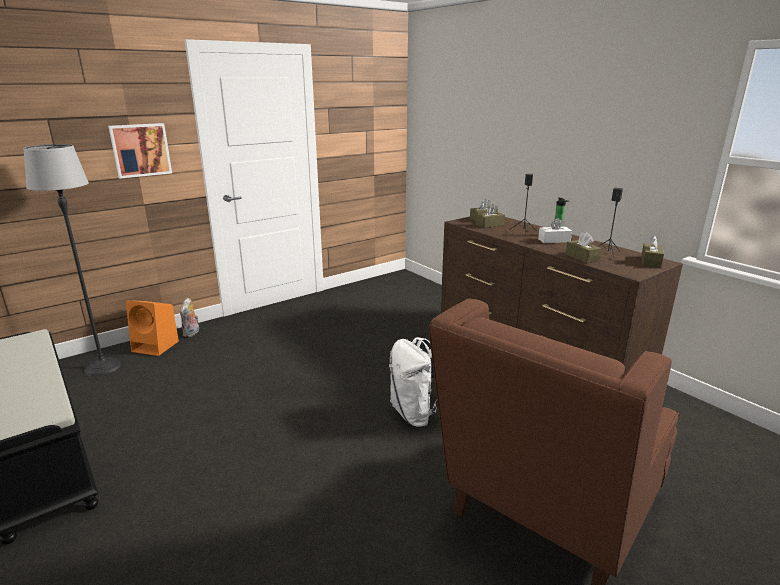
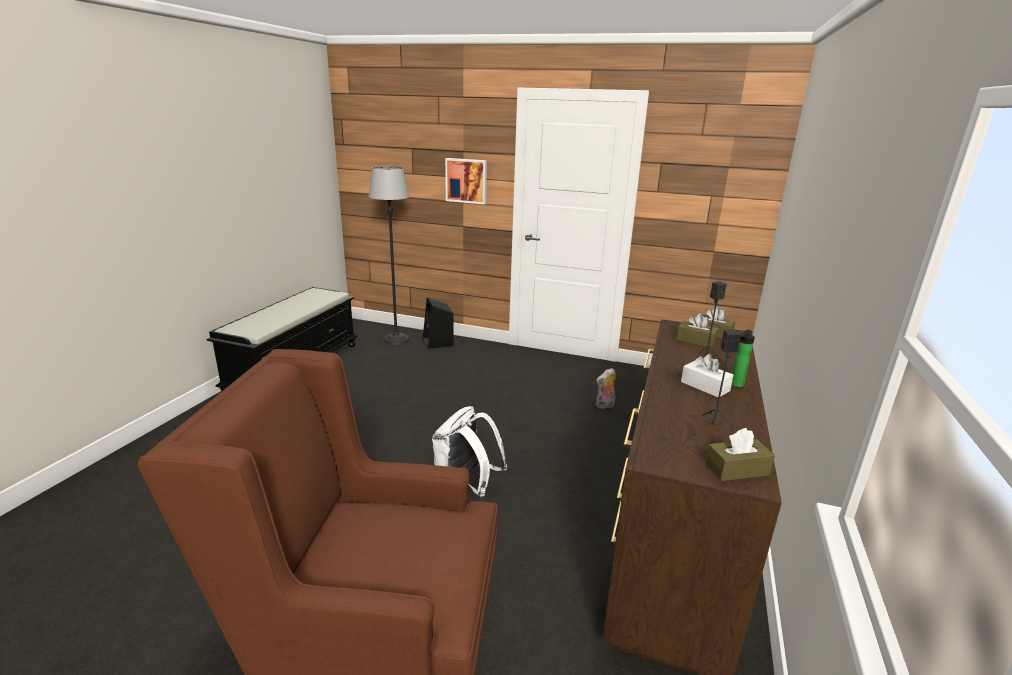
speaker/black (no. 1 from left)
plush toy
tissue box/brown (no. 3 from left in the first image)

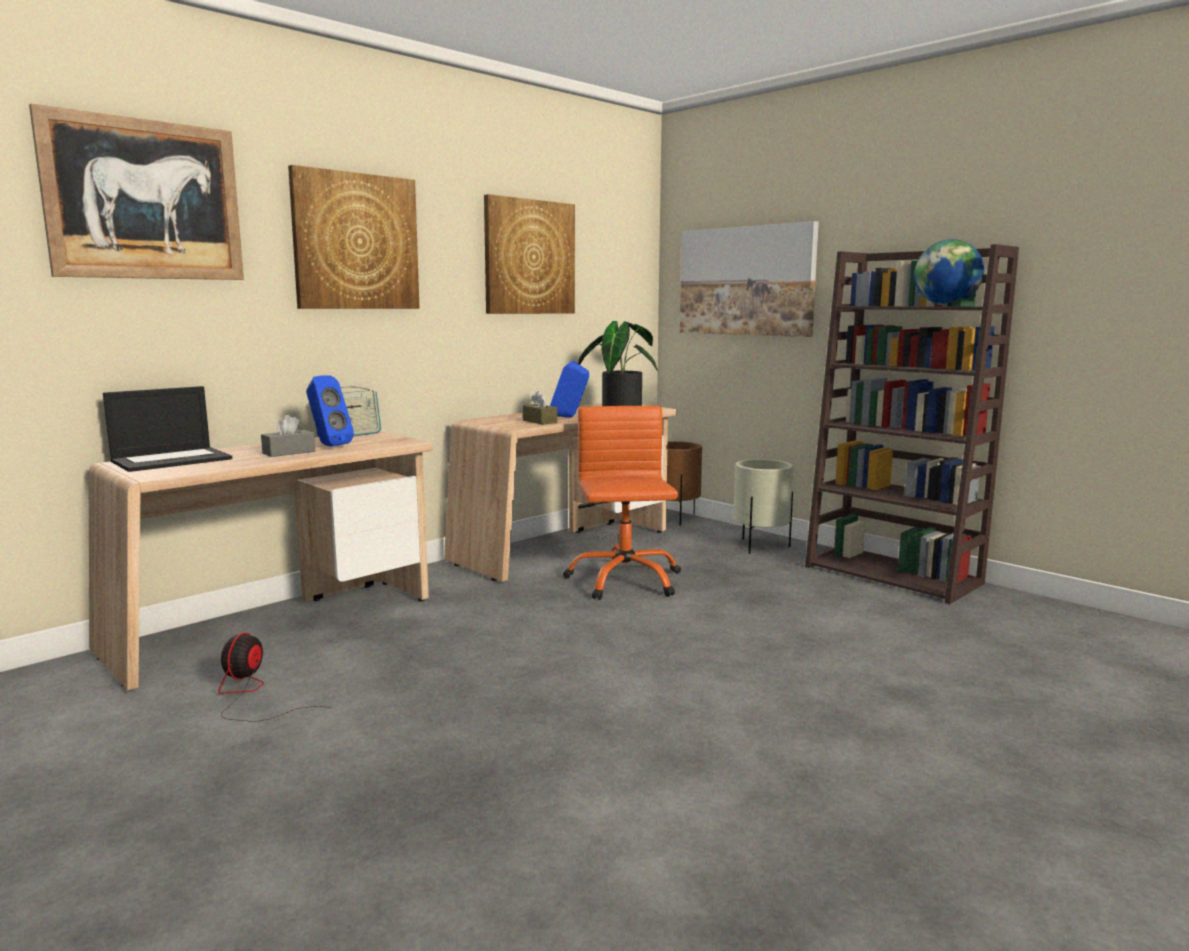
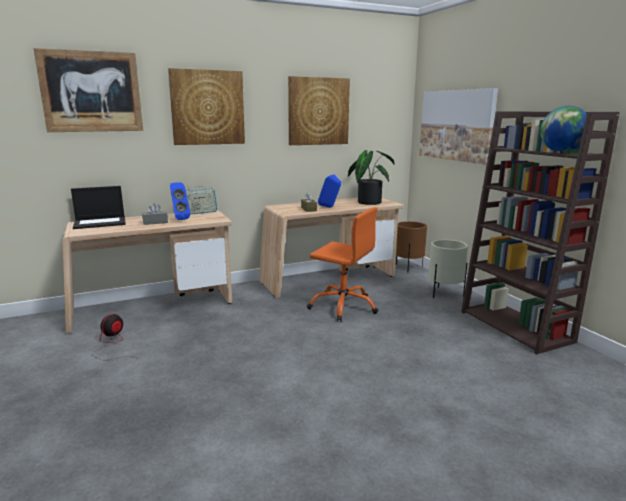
office chair/orange

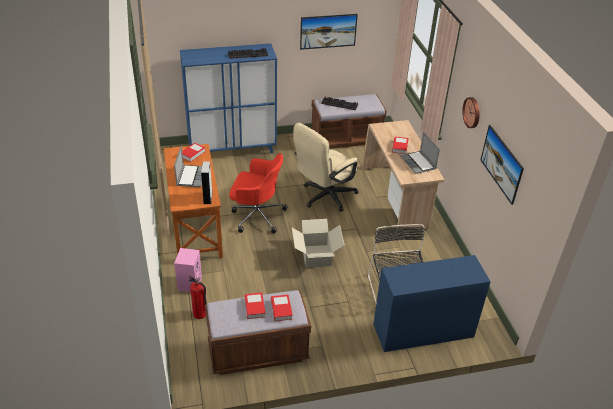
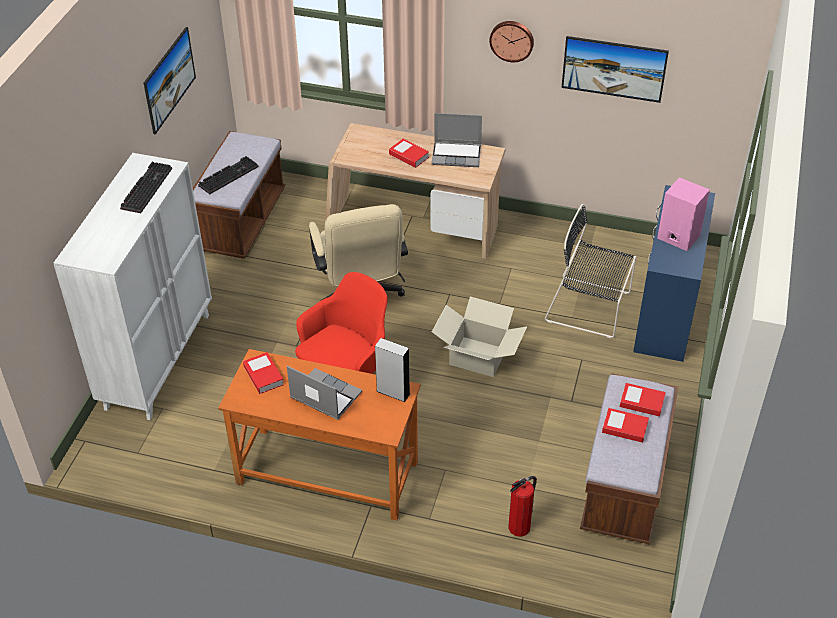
cabinet/white
speaker/pink

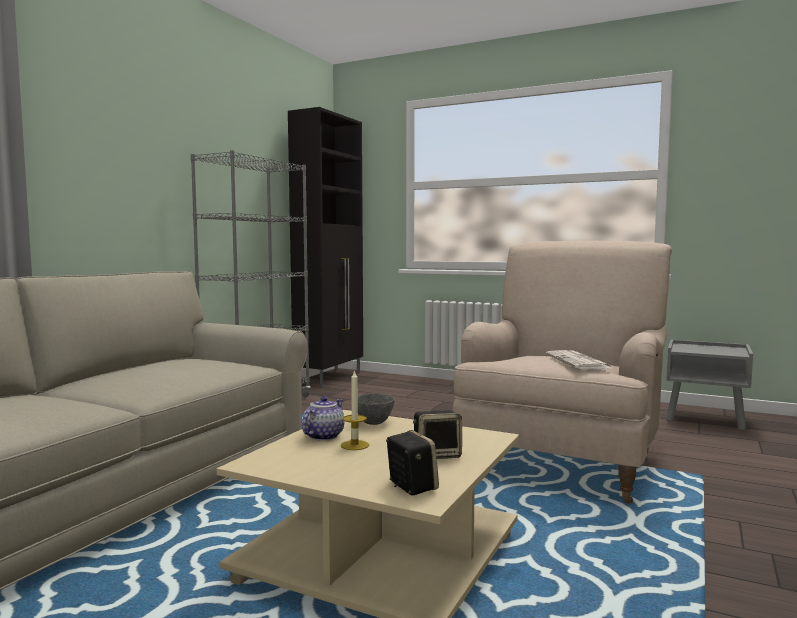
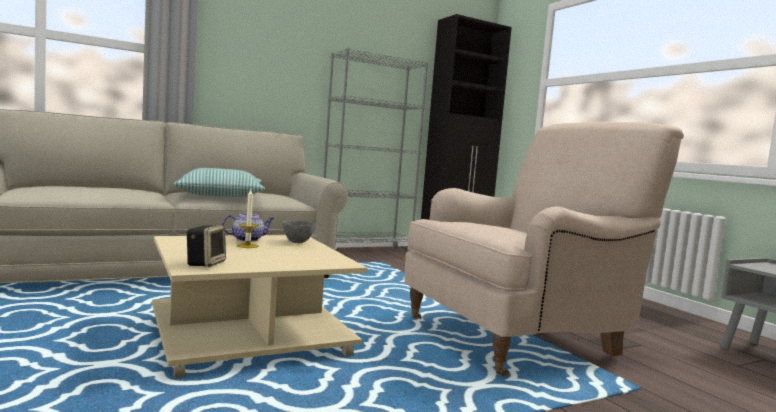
pillow
speaker (no. 2 from left in the first image)
newspaper

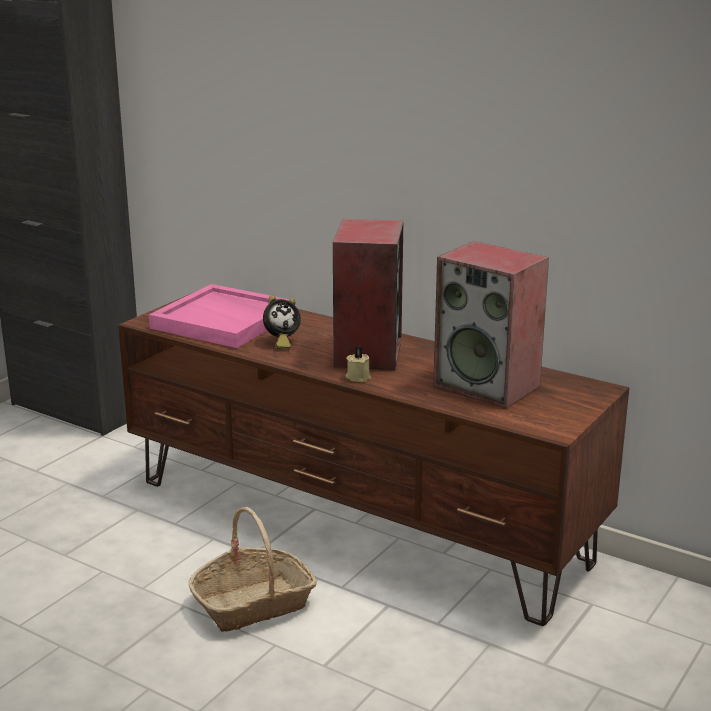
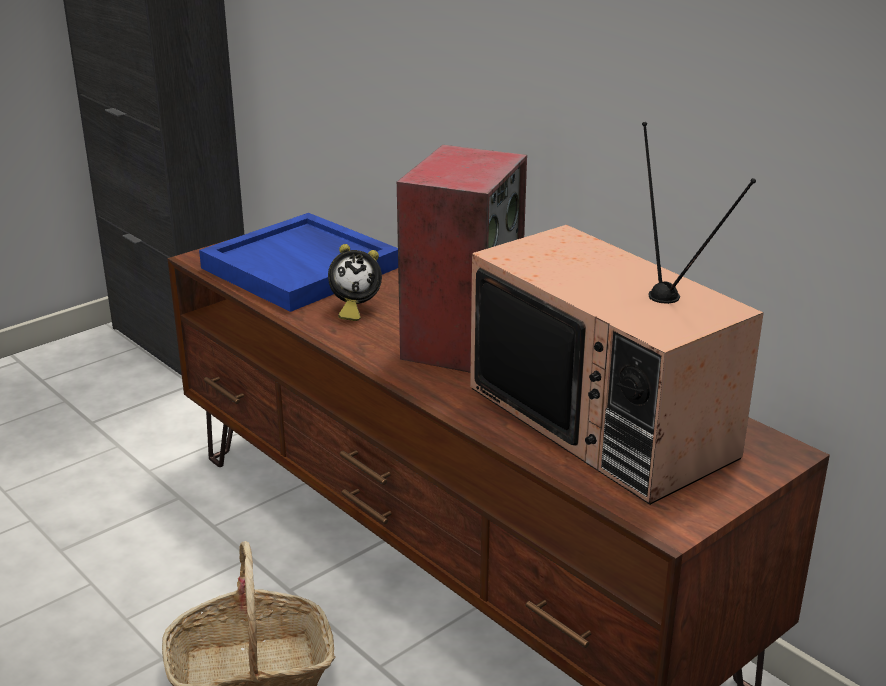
tray/blue
television
candle/beige

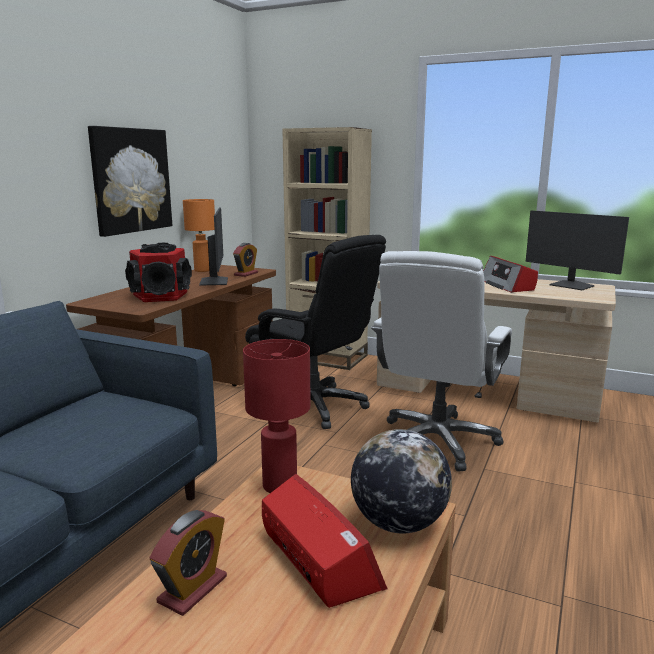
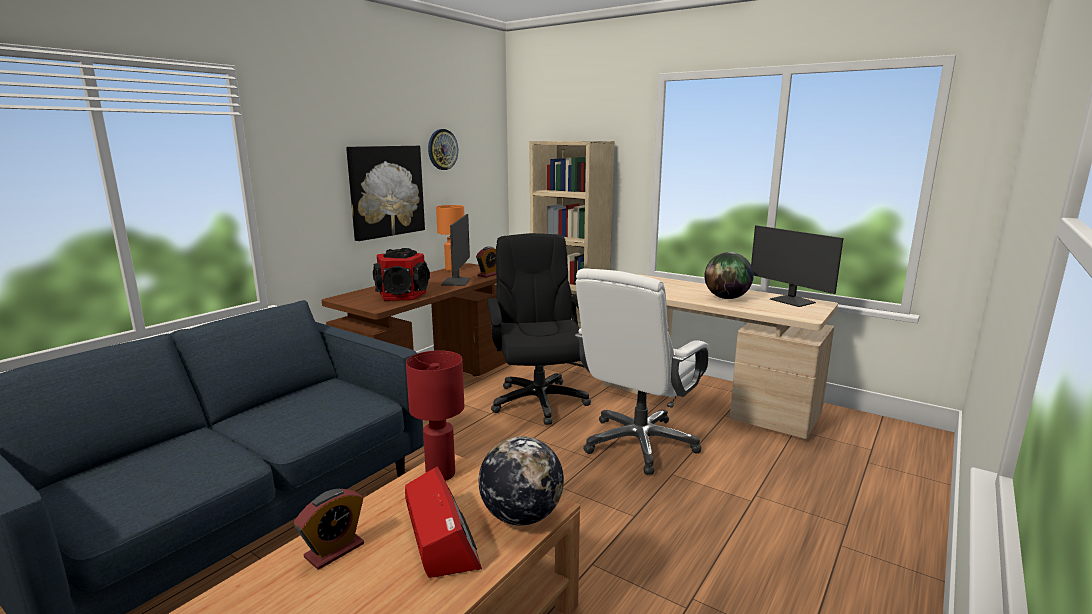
wall clock
office chair/black
globe (no. 2 from left)

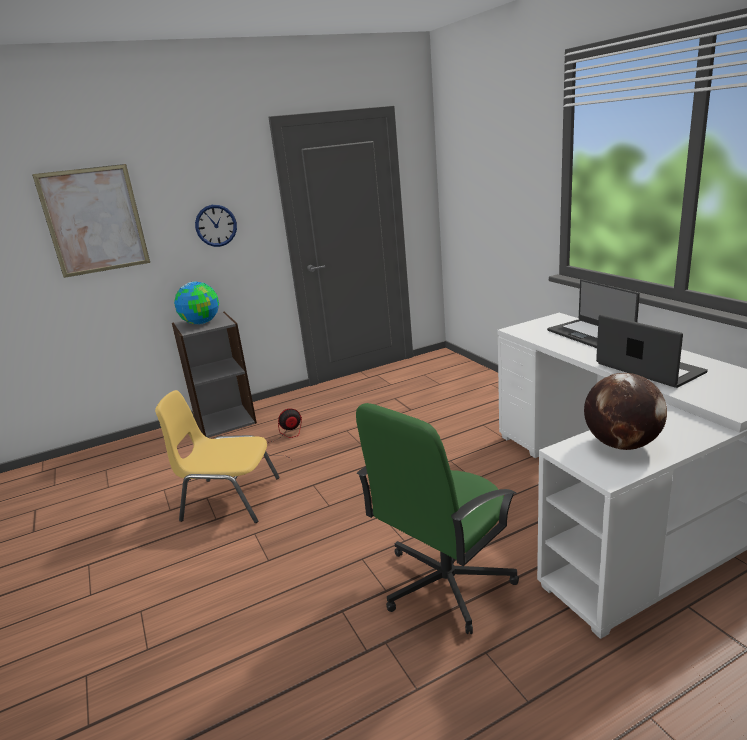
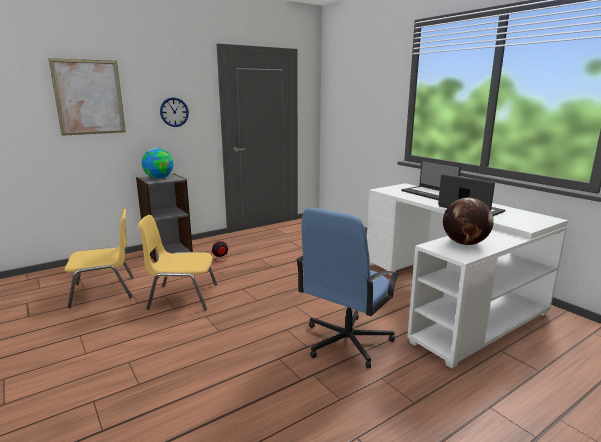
chair/yellow (no. 1 from left)
office chair/blue

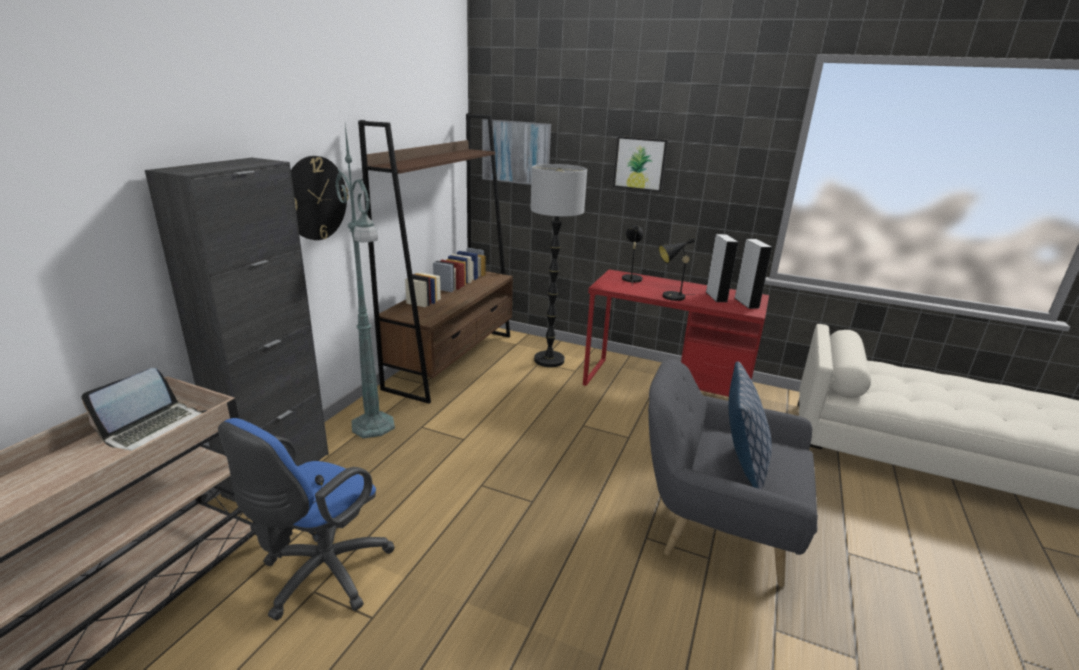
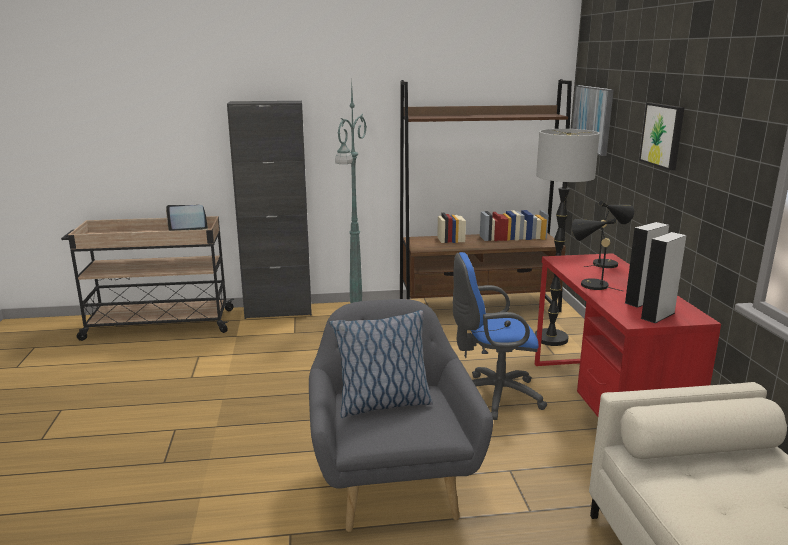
office chair/blue
wall clock

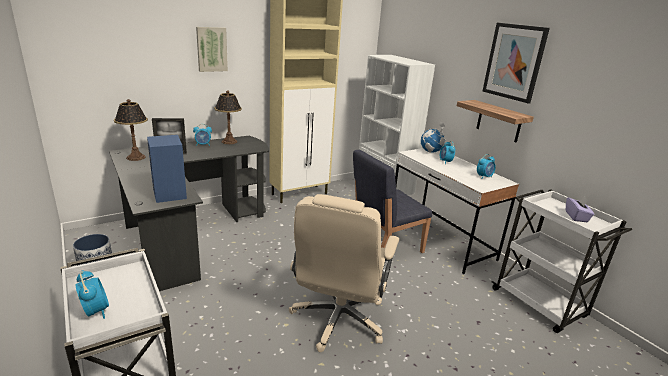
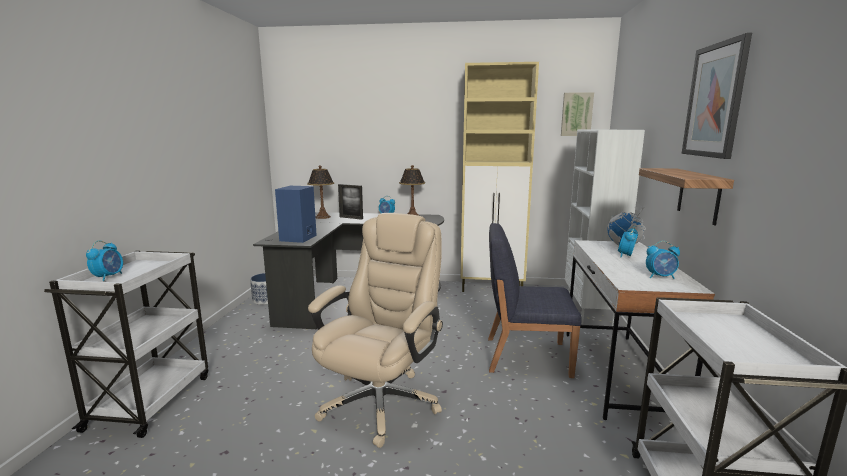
office chair/beige
picture (no. 1 from left)
tissue box/purple

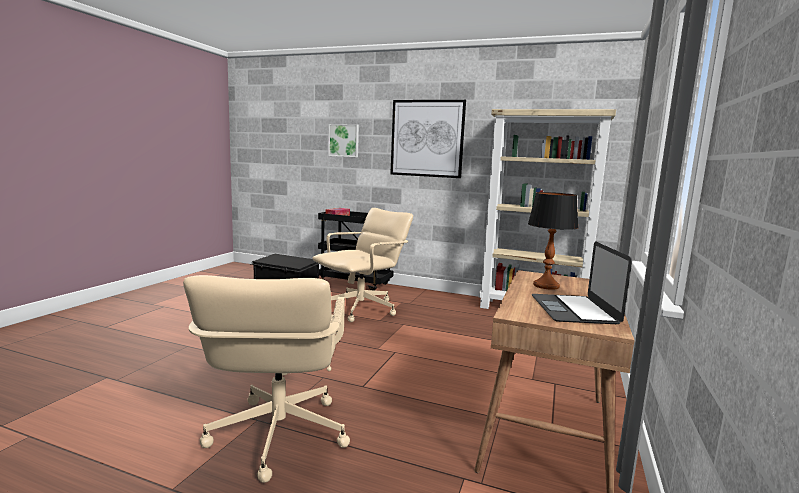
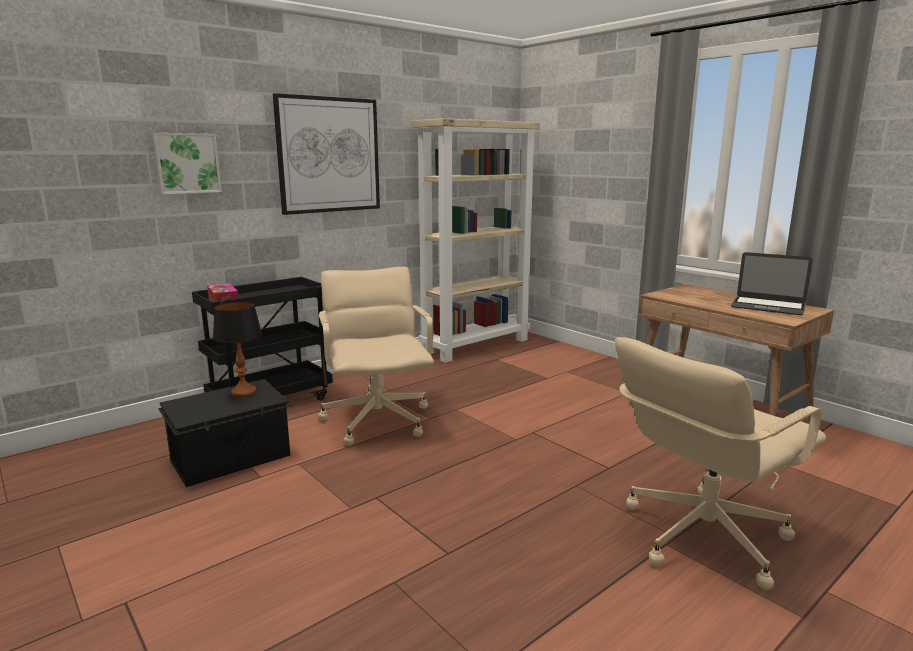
table lamp
office chair/beige (no. 2 from left)

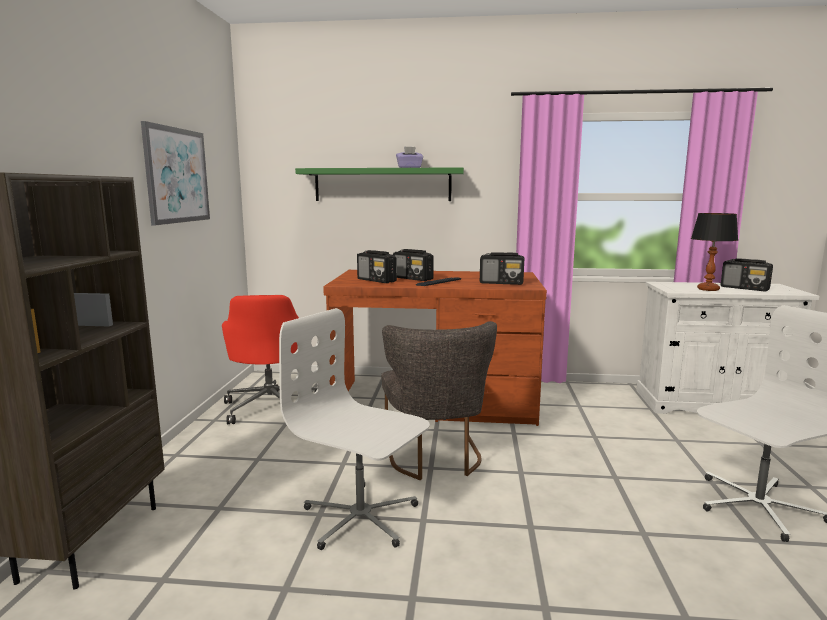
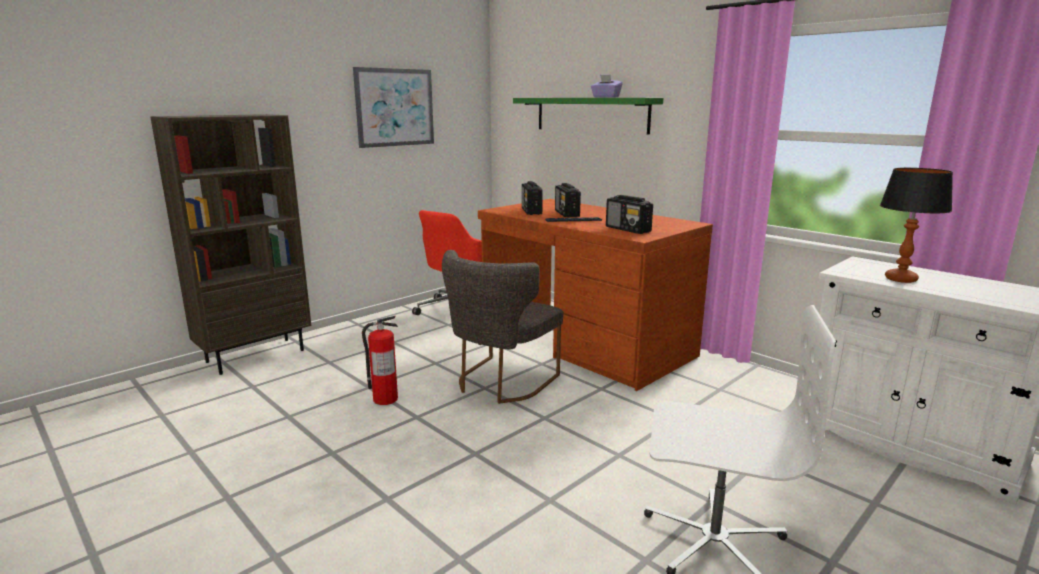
fire extinguisher
radio (no. 4 from left in the first image)

